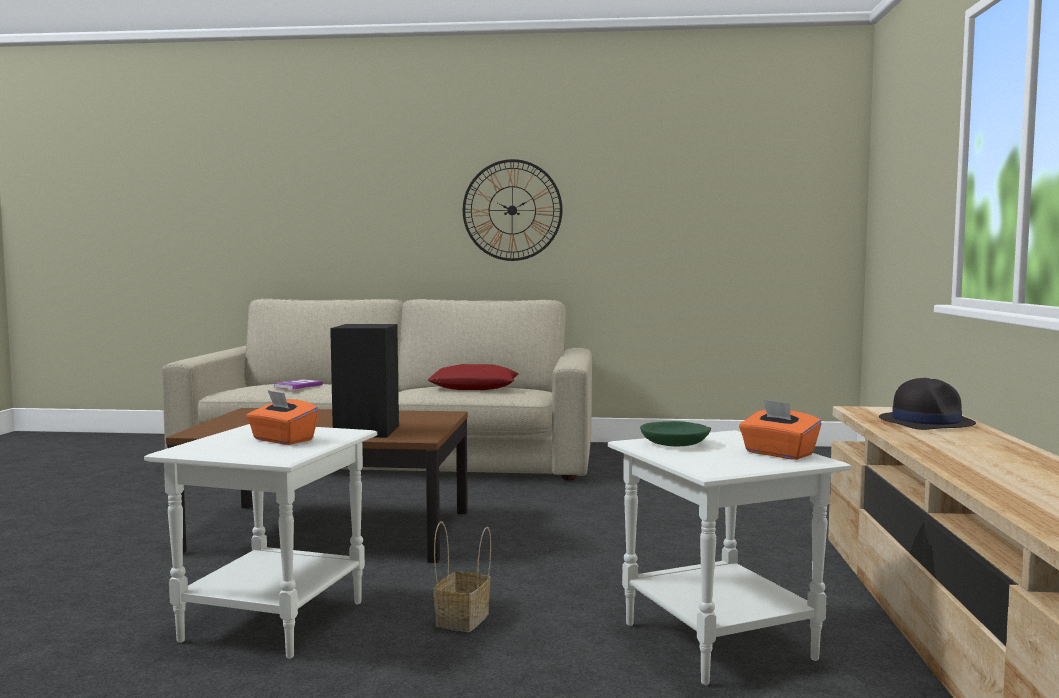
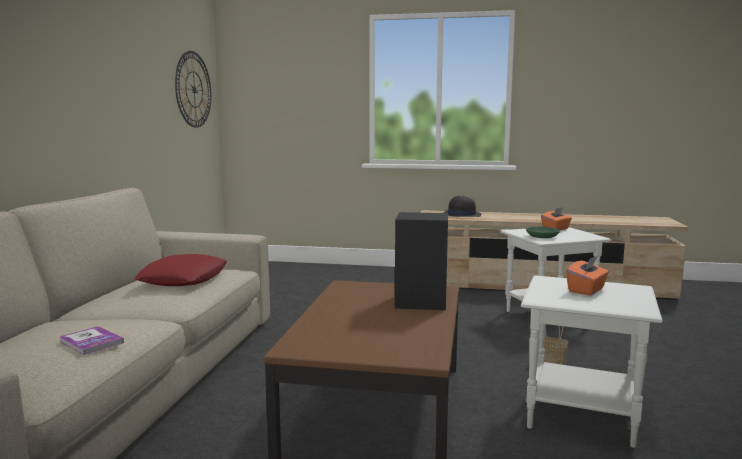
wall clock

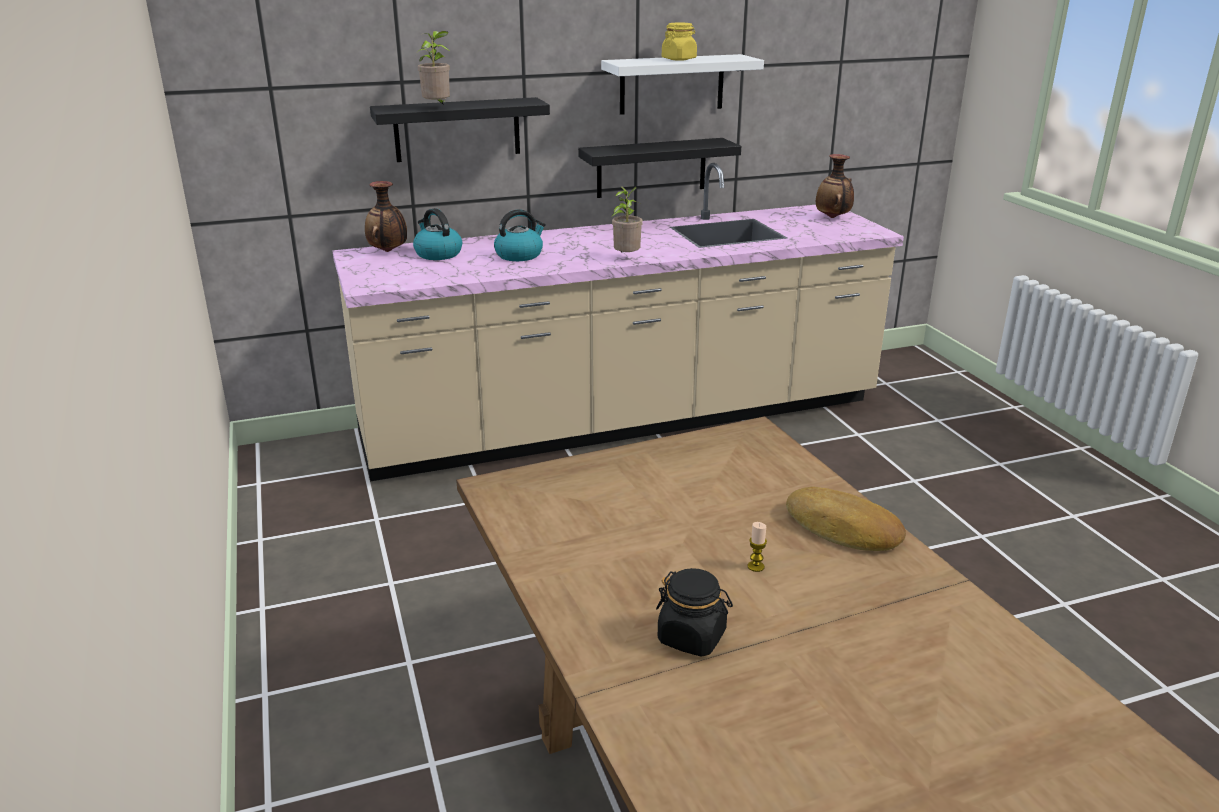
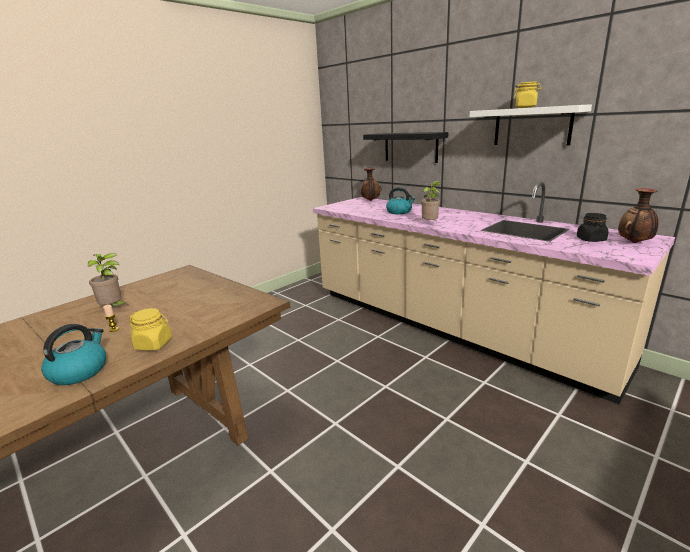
kettle (no. 1 from left)
potted plant (no. 1 from left)
jar/yellow (no. 1 from left)
jar/black
shelf/black (no. 2 from left in the first image)

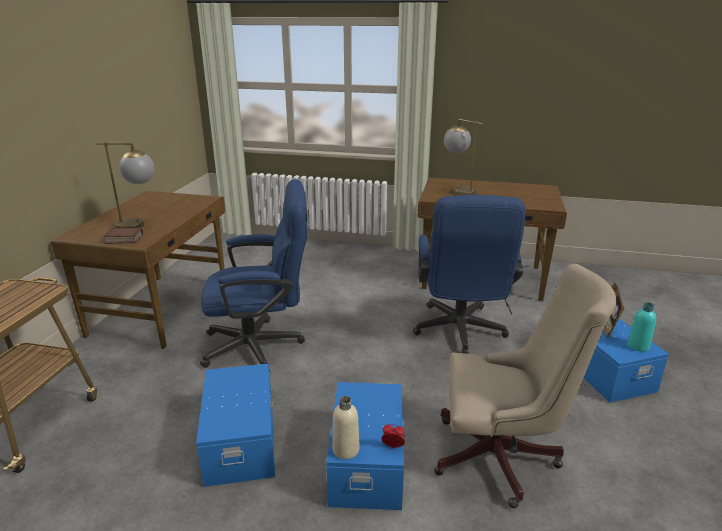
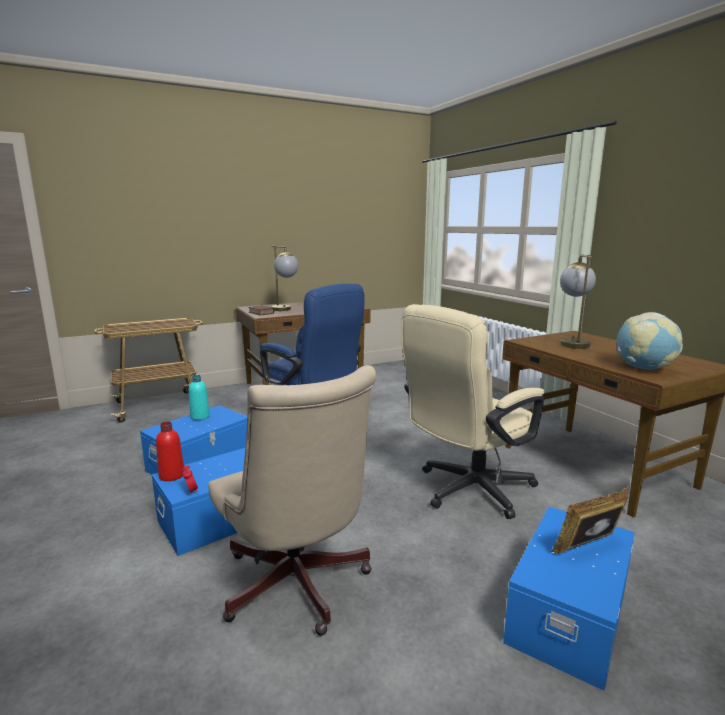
bottle/red
bottle/turquoise
office chair/beige (no. 2 from left)
globe

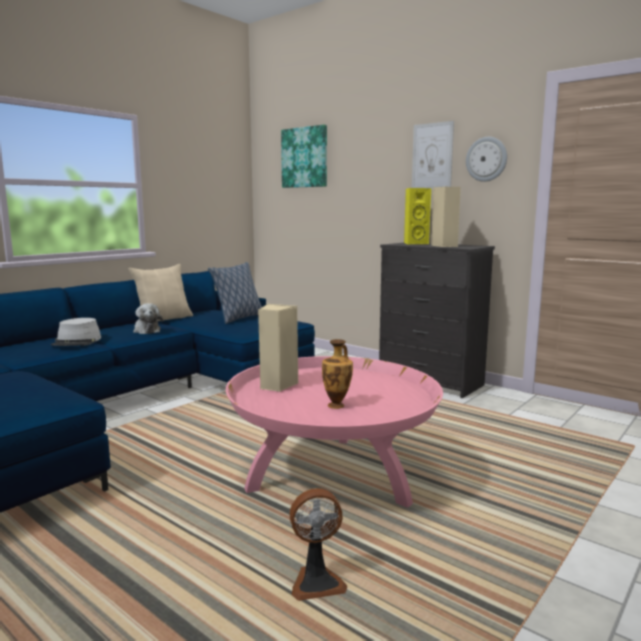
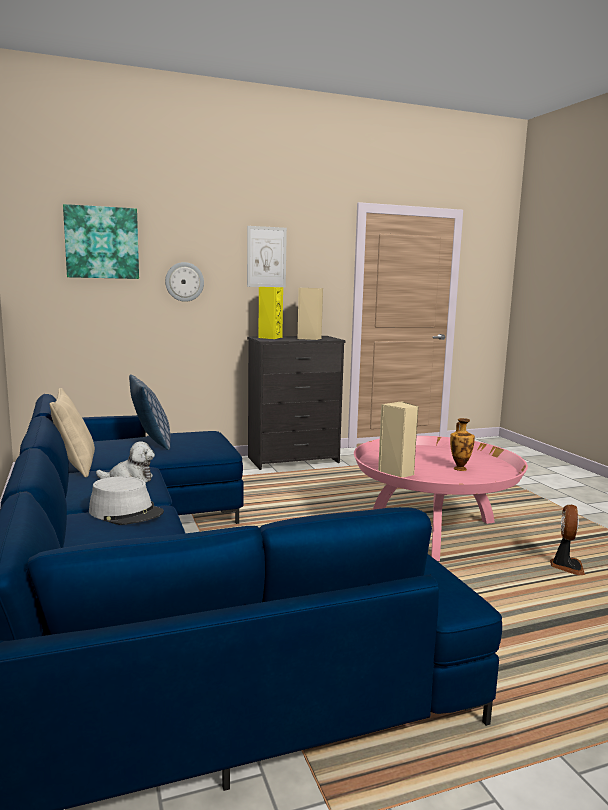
wall clock

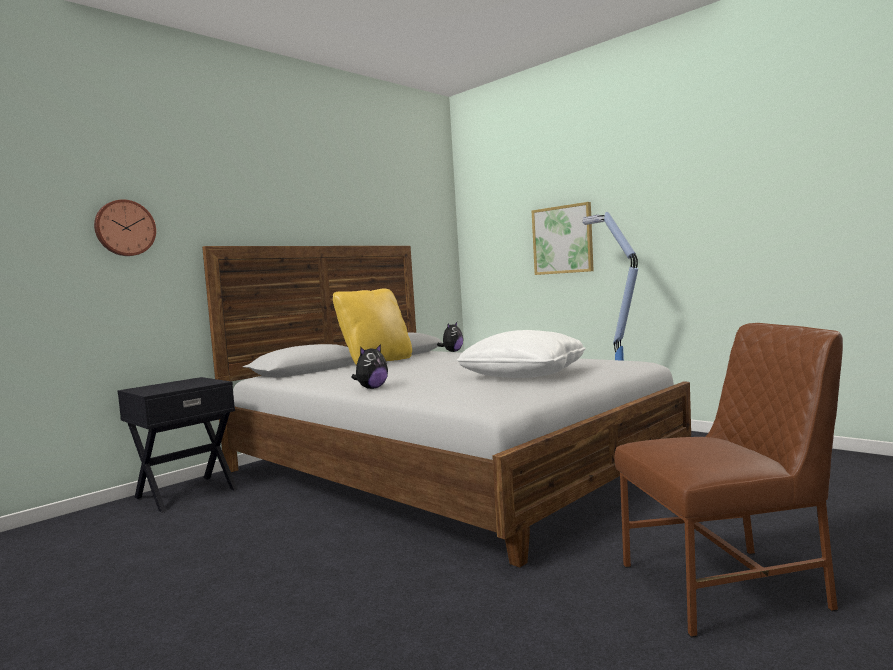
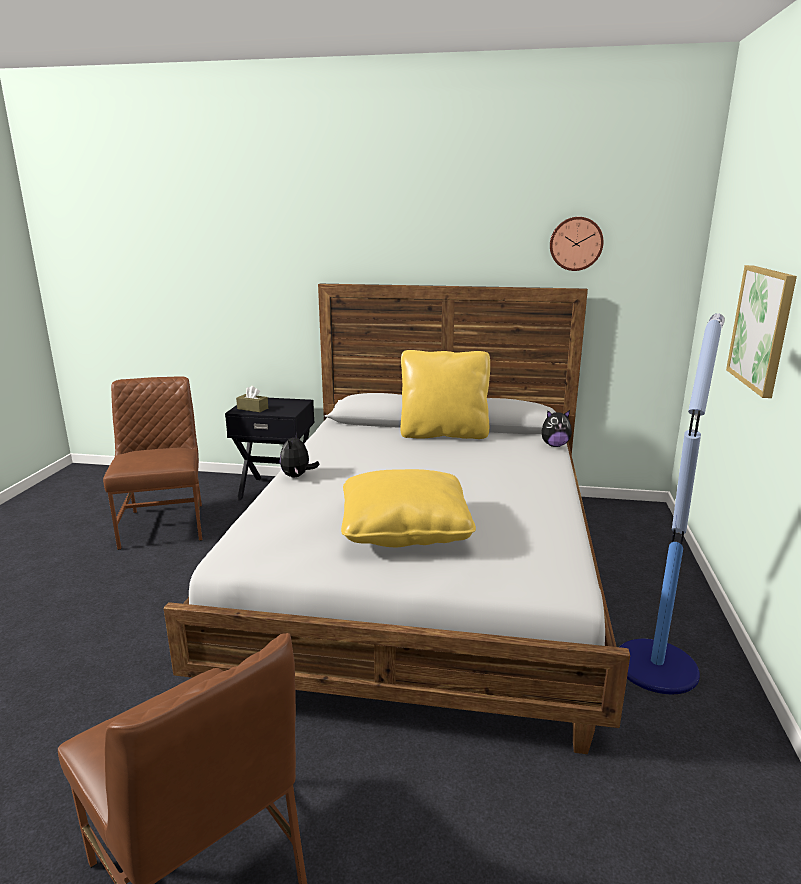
chair/brown (no. 1 from left)
tissue box/brown
plush toy (no. 1 from left)
pillow/yellow (no. 1 from left)
wall clock

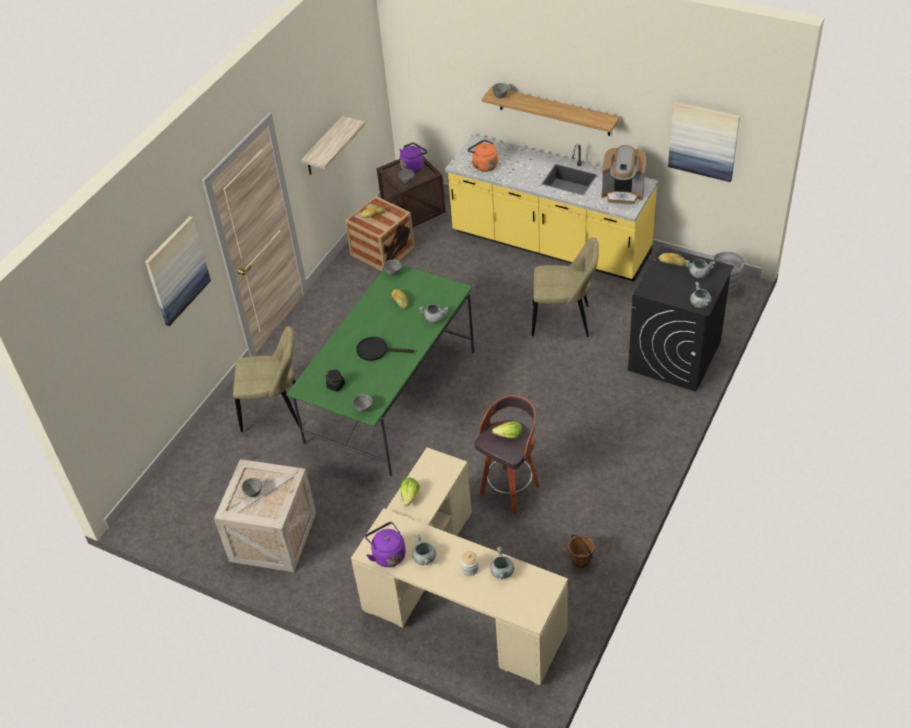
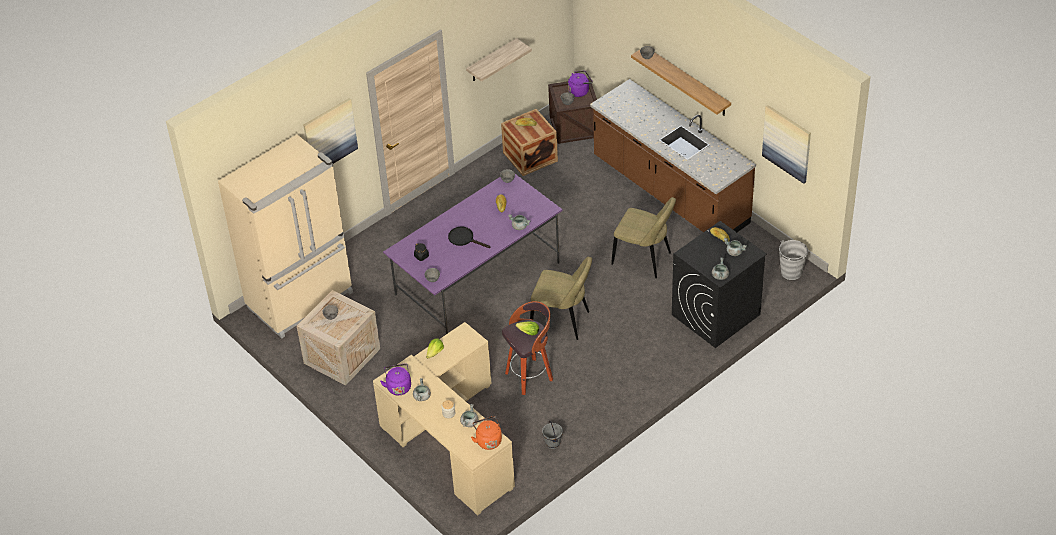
fridge/beige
dining table/purple
kettle/orange
chair/beige (no. 1 from left)
bucket/grey (no. 1 from left)
counter/brown
coffee machine

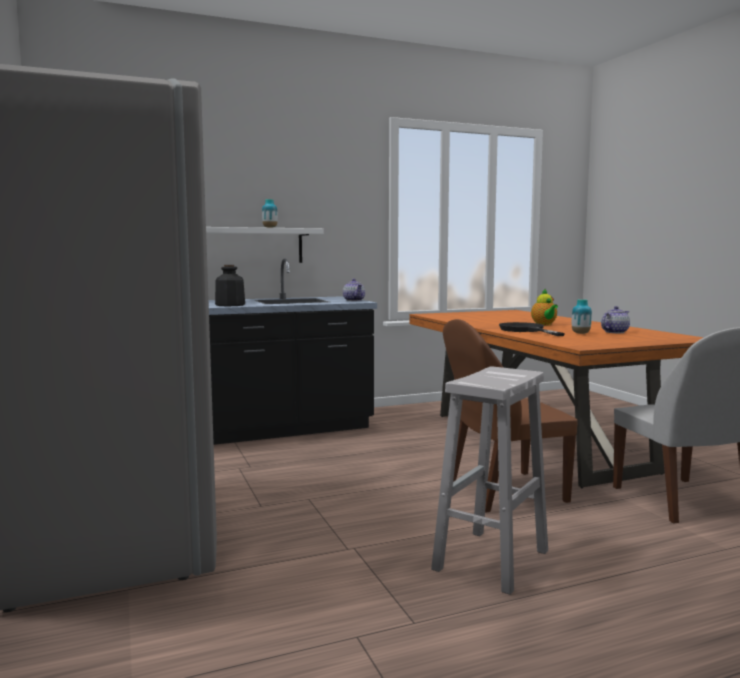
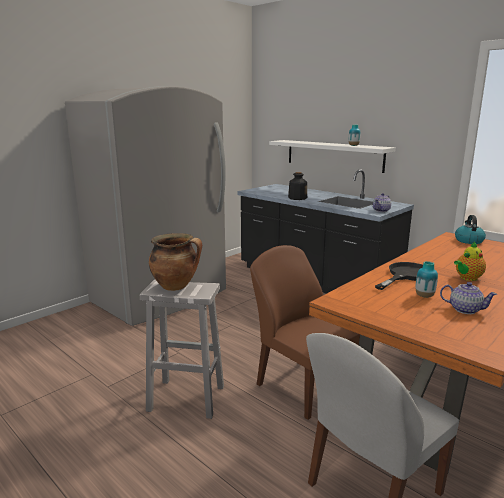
cooking pot
kettle

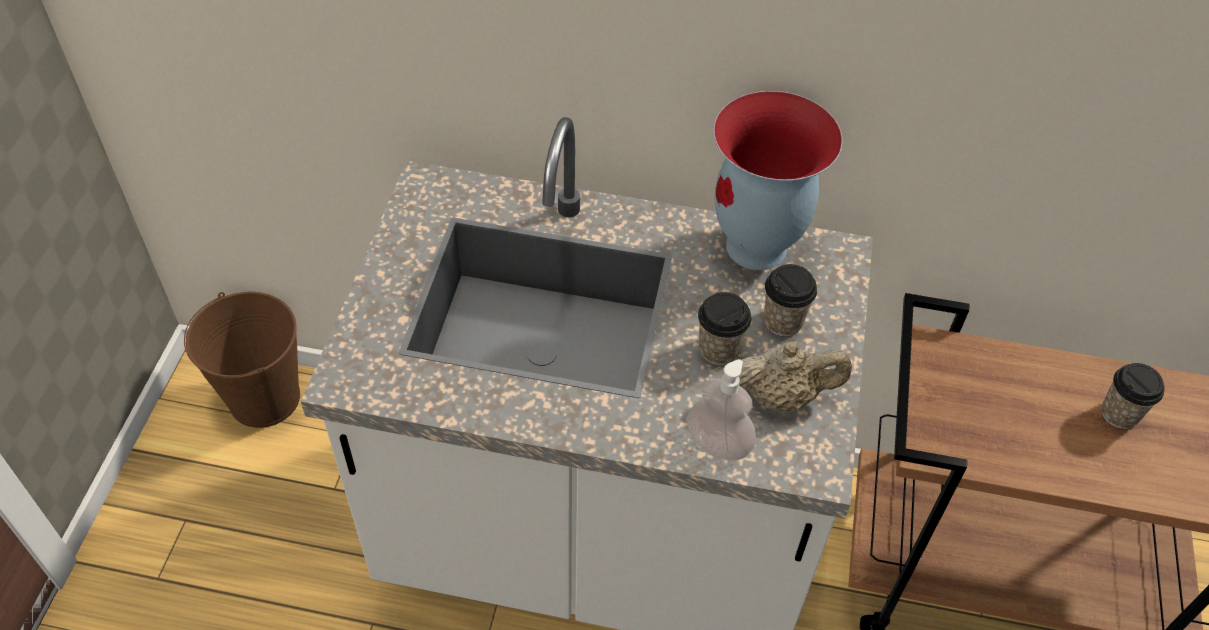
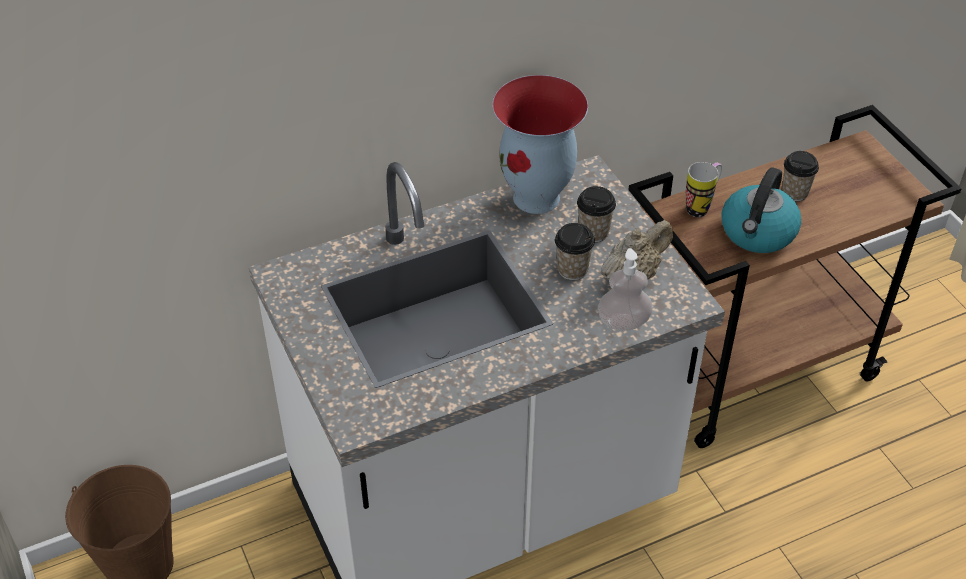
mug
kettle

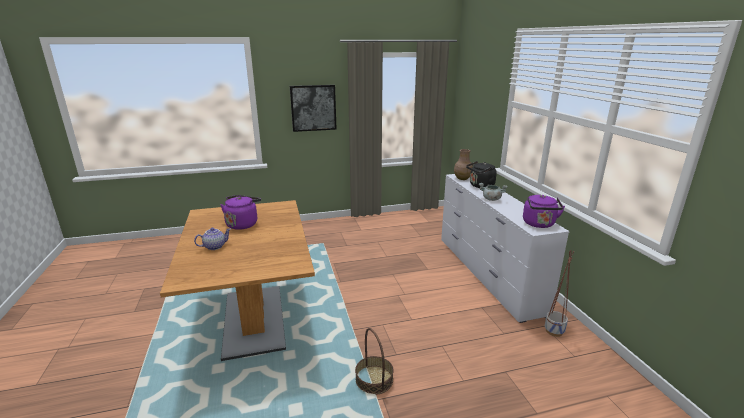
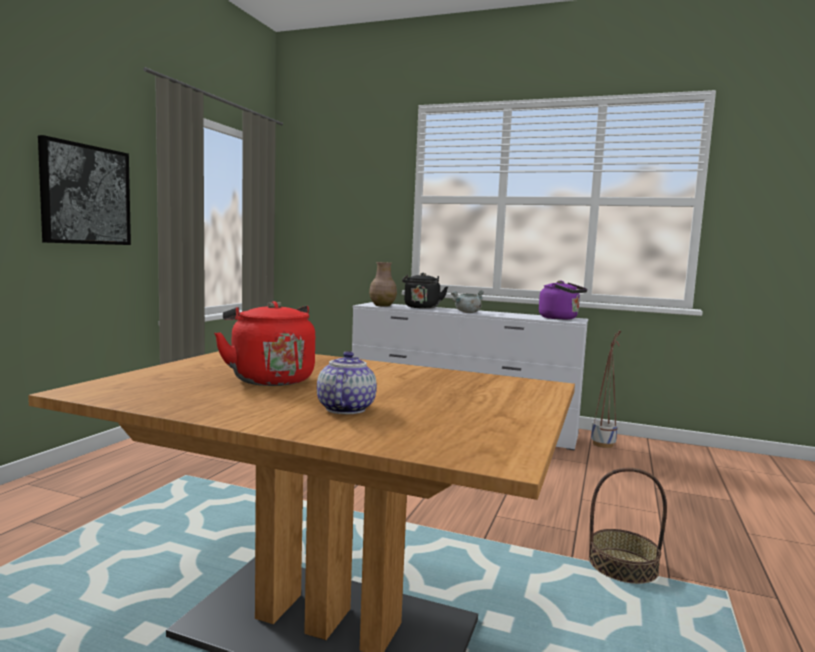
kettle/red

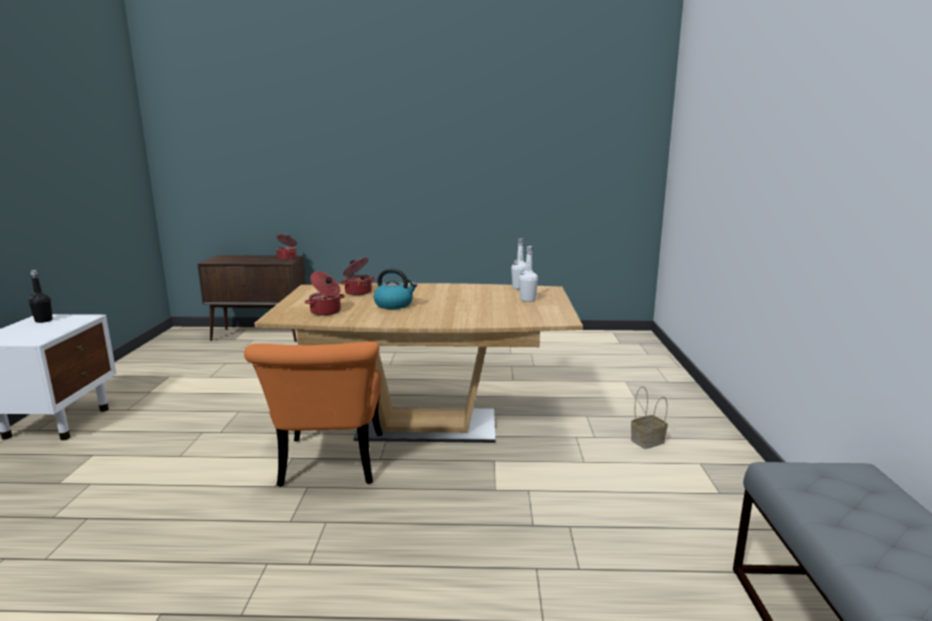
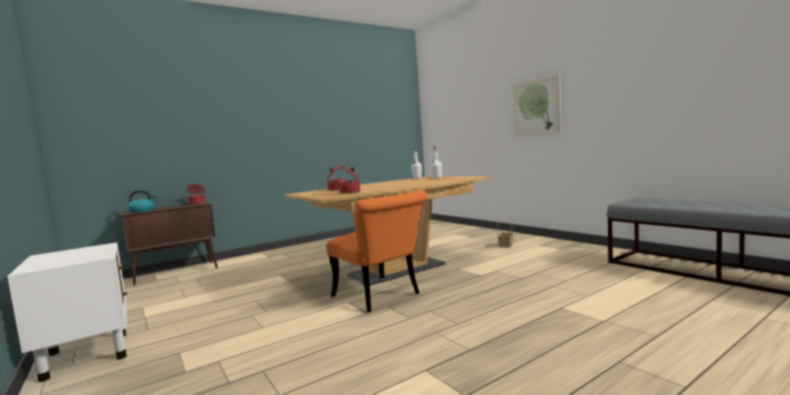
kettle
picture
bottle/black

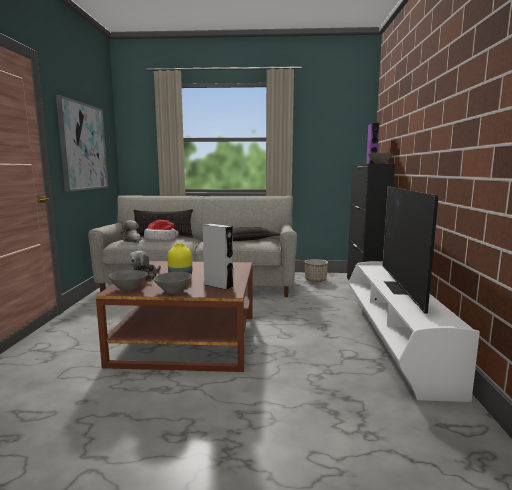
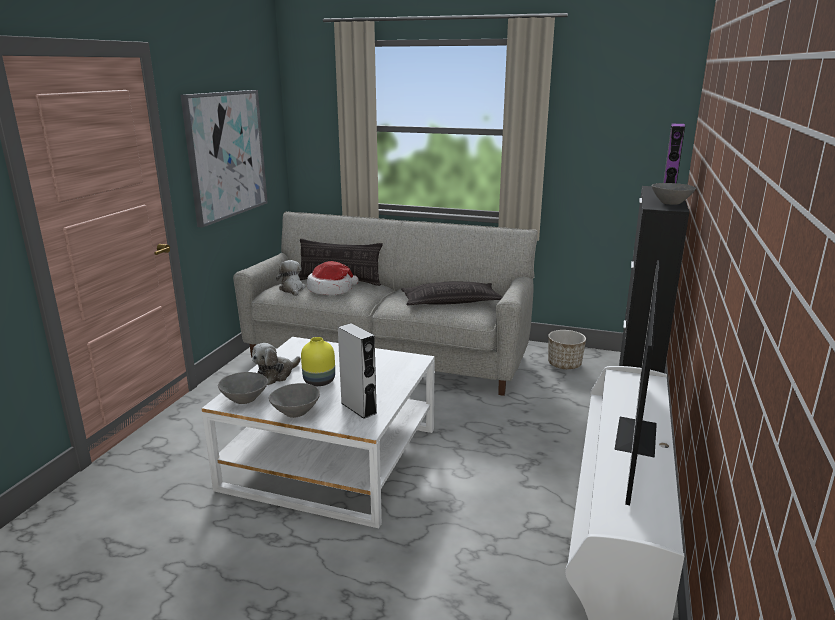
coffee table/white

